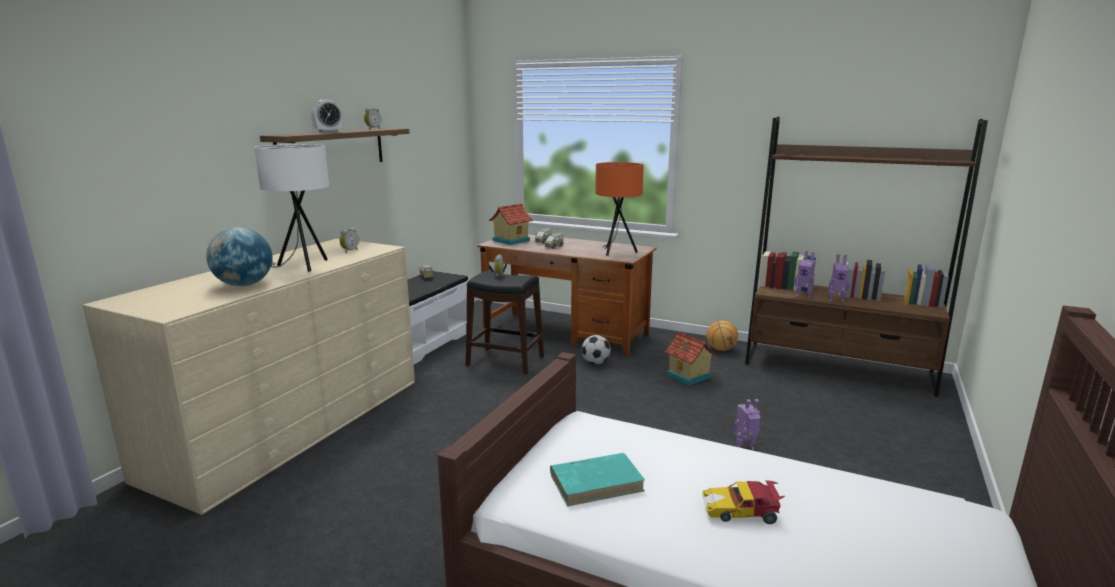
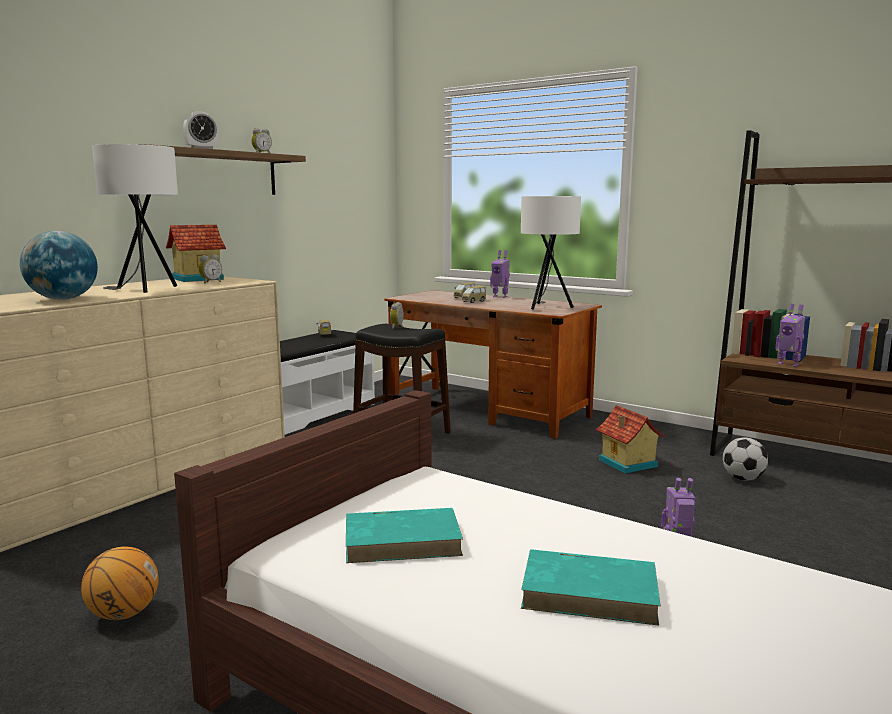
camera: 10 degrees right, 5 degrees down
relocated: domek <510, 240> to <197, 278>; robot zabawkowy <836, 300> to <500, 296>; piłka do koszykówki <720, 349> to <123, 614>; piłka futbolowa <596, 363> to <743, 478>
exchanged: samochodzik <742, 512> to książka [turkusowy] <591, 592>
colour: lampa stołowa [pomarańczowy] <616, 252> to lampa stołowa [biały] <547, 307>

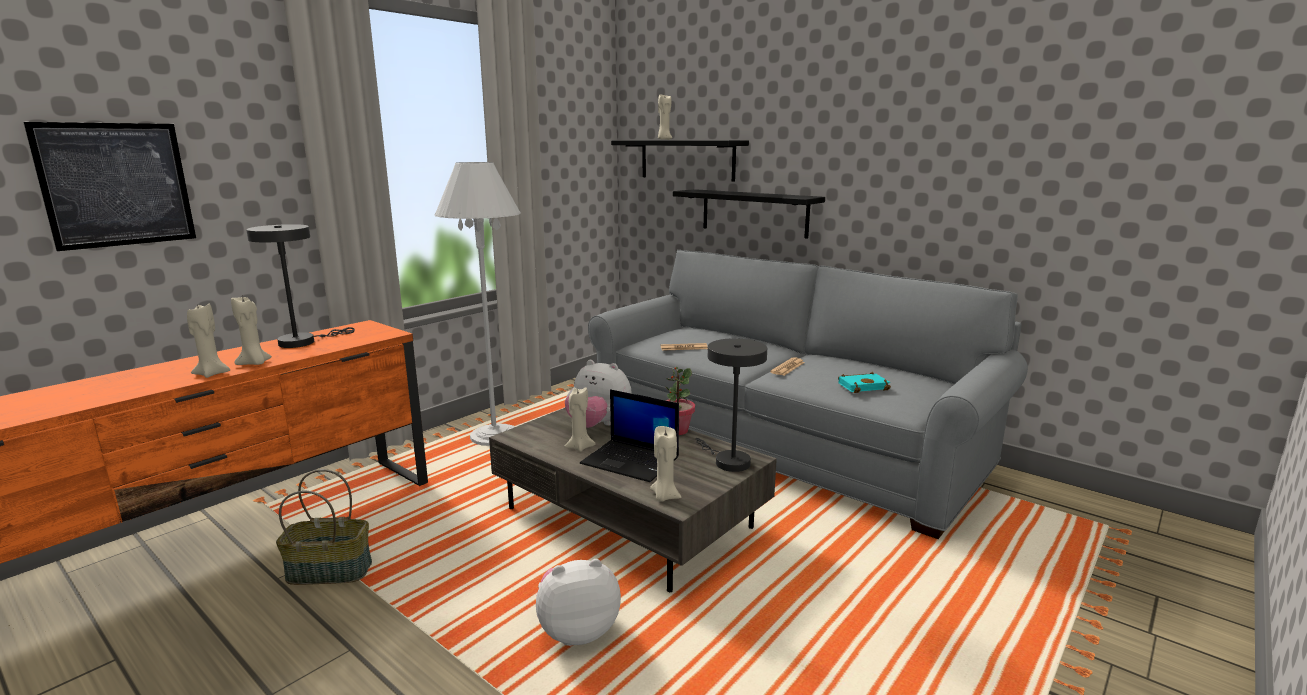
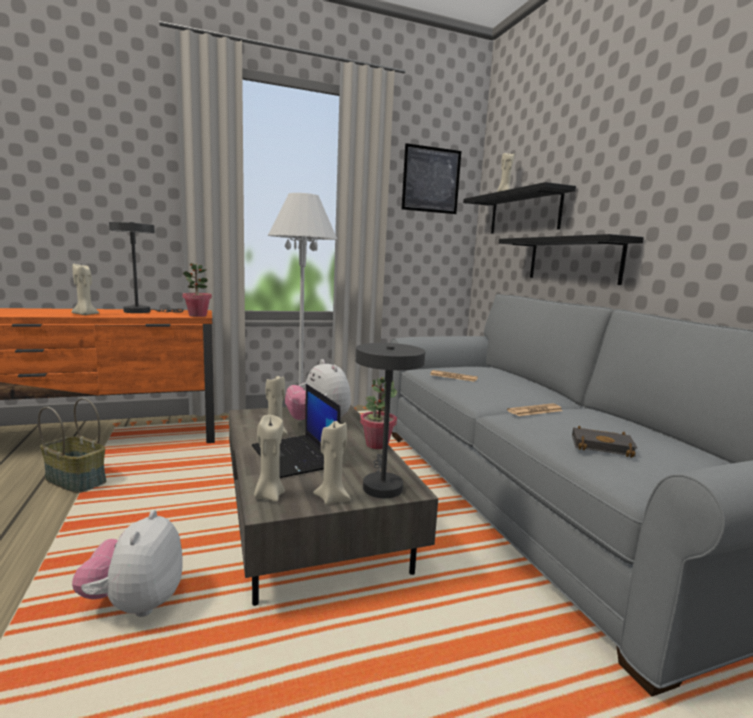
camera: 30 degrees right, 5 degrees down
appeared: roślina doniczkowa <197, 315>
relocated: obraz <116, 185> to <431, 180>; świeca [beżowy] <212, 374> to <332, 498>
colour: książka [turkusowy] <863, 386> to książka [czarny] <603, 446>
spun: pluszak <577, 630> = <135, 603> 105 degrees counterclockwise

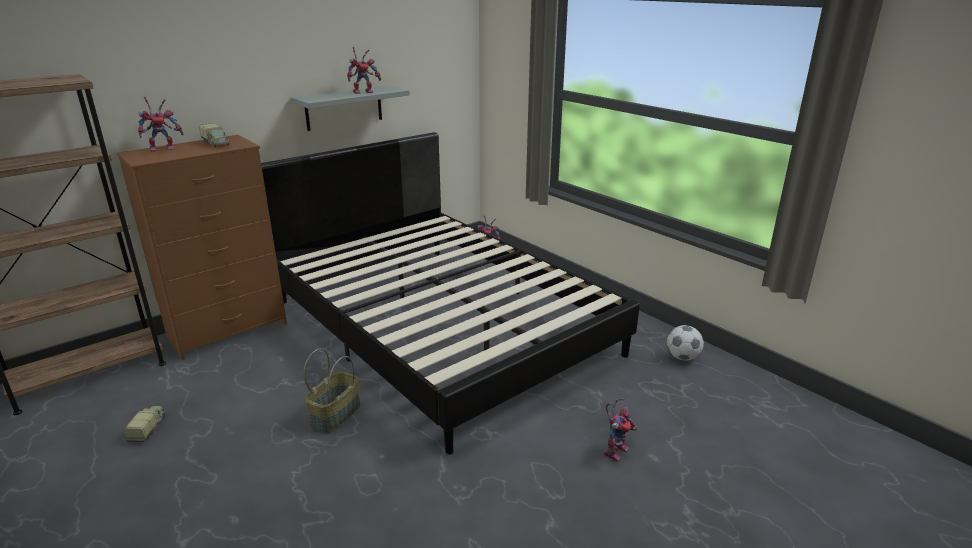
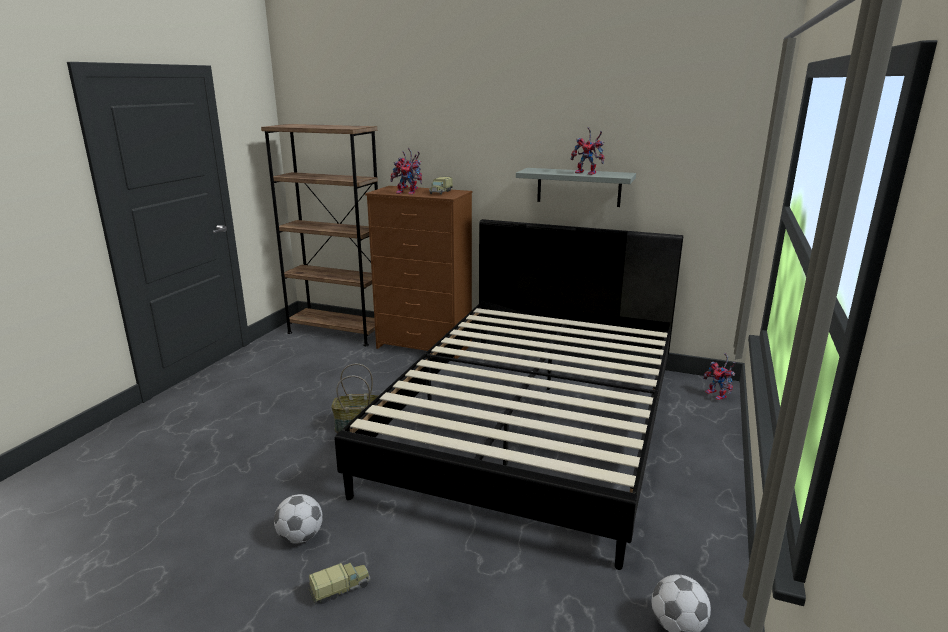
camera: 60 degrees right, 5 degrees down
appeared: piłka futbolowa <300, 537>
relocated: robot zabawkowy <615, 450> to <407, 193>; ciężarówka zabawkowa <148, 428> to <340, 589>

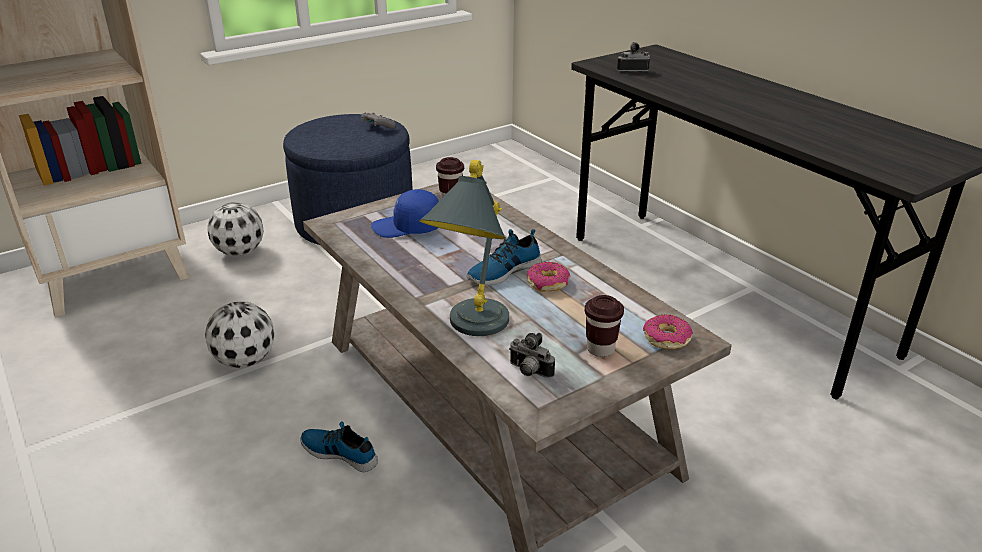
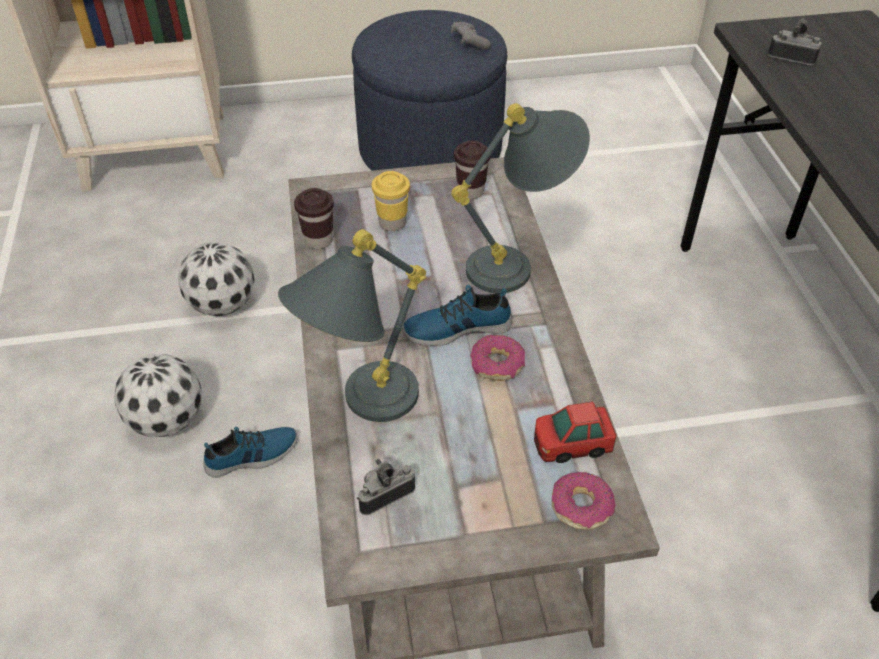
camera: 25 degrees right, 15 degrees up
appeared: lampa stołowa [szary] <520, 264>; samochodzik <571, 444>
relocated: piłka futbolowa <239, 252> to <167, 420>; filiżanka [brązowy] <600, 349> to <318, 241>
exchanged: czapka z daszkiem [niebieski] <407, 228> to filiżanka [żółty] <392, 223>
spun: aparat fotograficzny <529, 372> = <384, 494> 90 degrees clockwise; but <340, 452> = <252, 456> 105 degrees clockwise

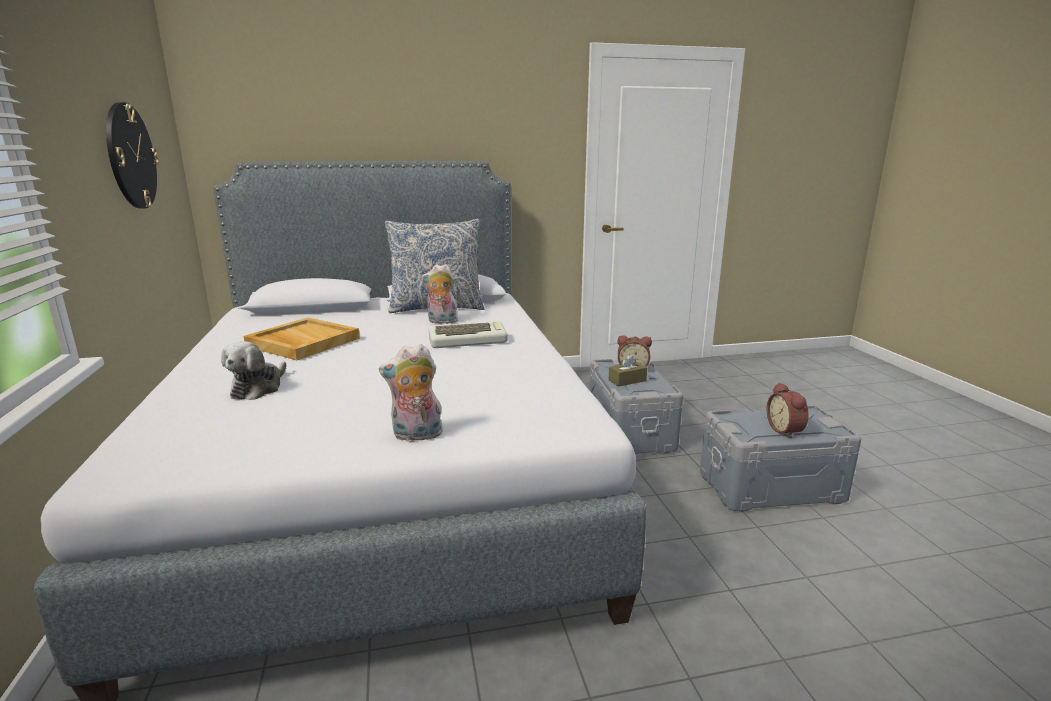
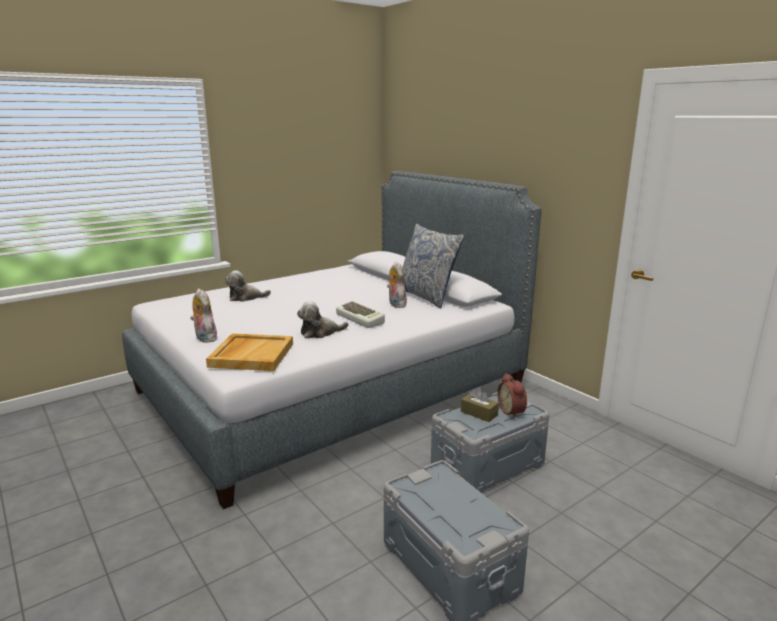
camera: 65 degrees right, 0 degrees up
missing: zegar ścienny <131, 156>; budzik <786, 430>
appeared: pluszak <320, 332>
relocated: taca [beżowy] <302, 342> to <251, 355>

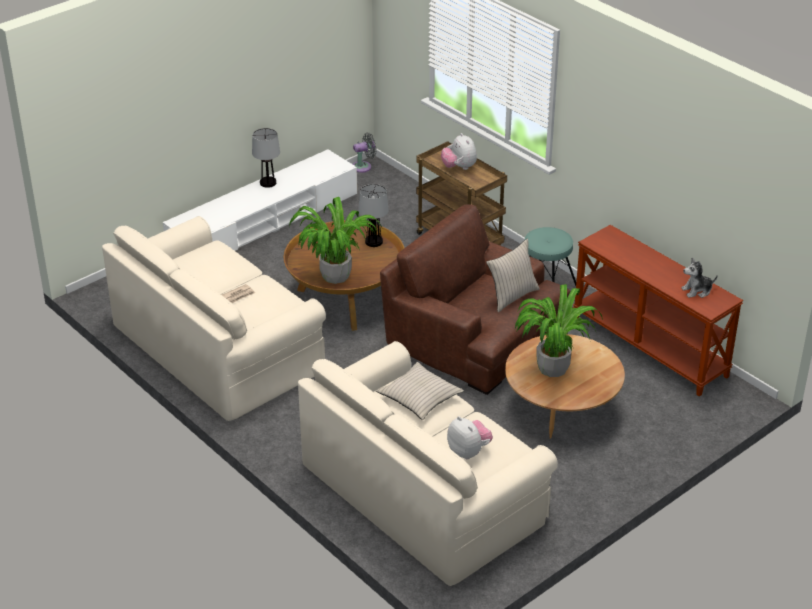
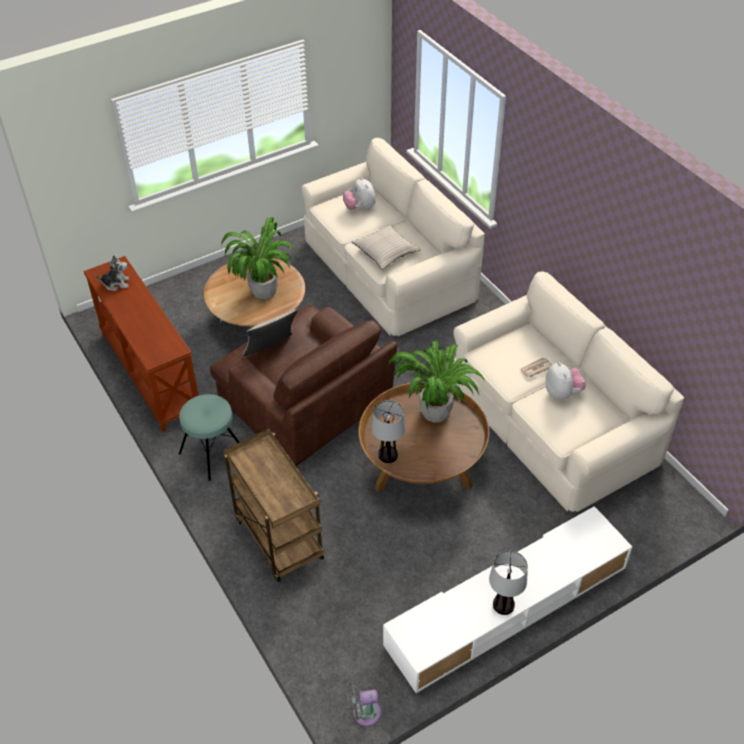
camera: 170 degrees left, 10 degrees up
relocated: pluszak <459, 167> to <562, 393>

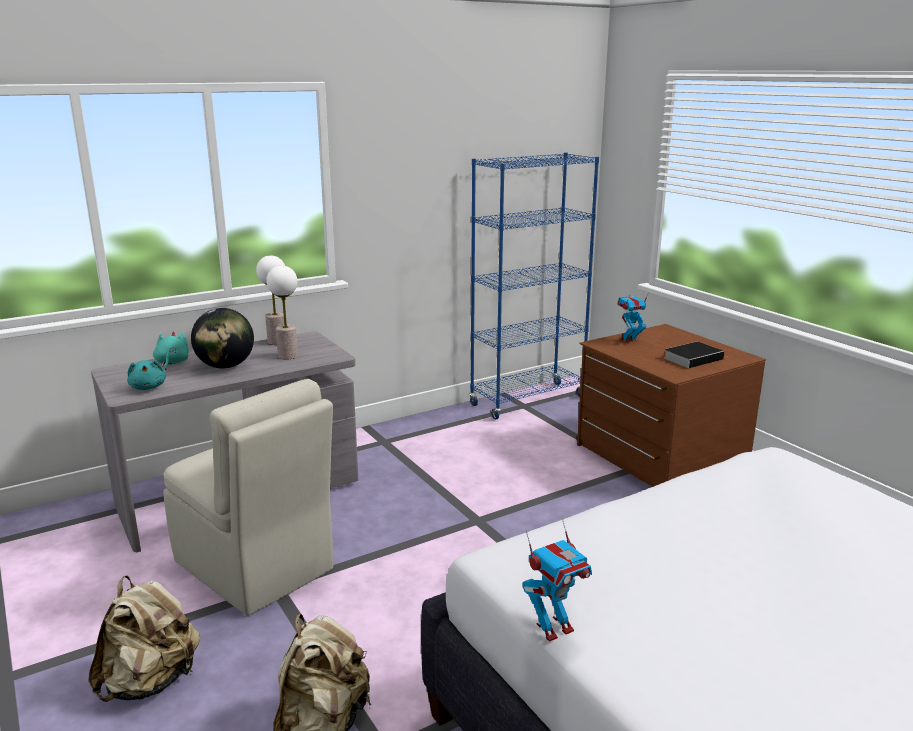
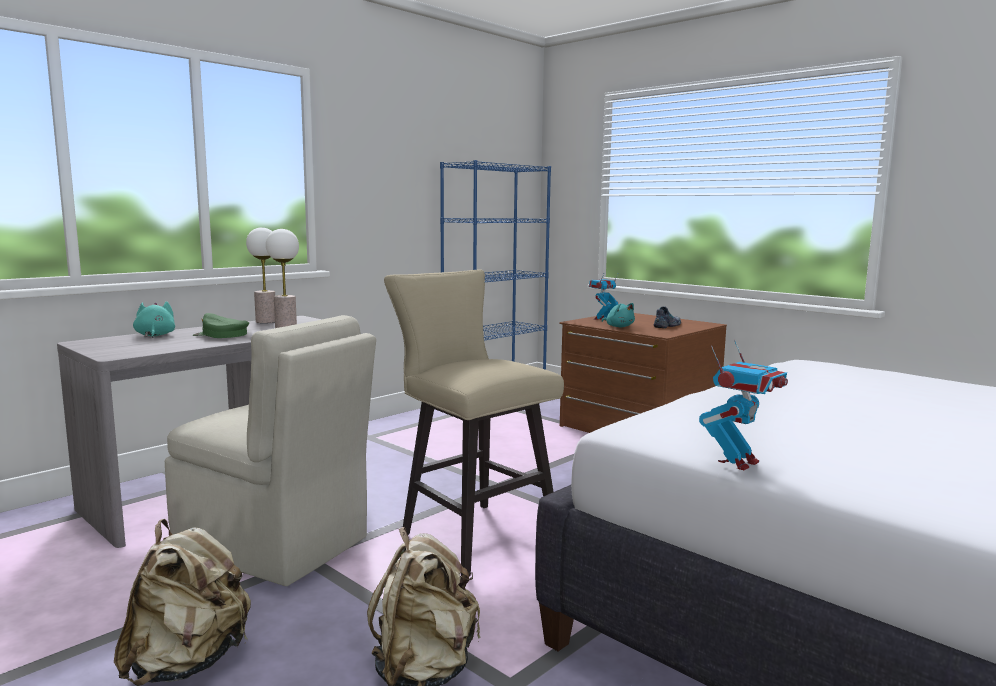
camera: 15 degrees left, 10 degrees down
appeared: stołek [beżowy] <471, 533>
relocated: pluszak [turkusowy] <148, 387> to <619, 327>
exchanged: globus <225, 366> to czapka z daszkiem [zielony] <221, 335>; książka <694, 358> to but <668, 326>

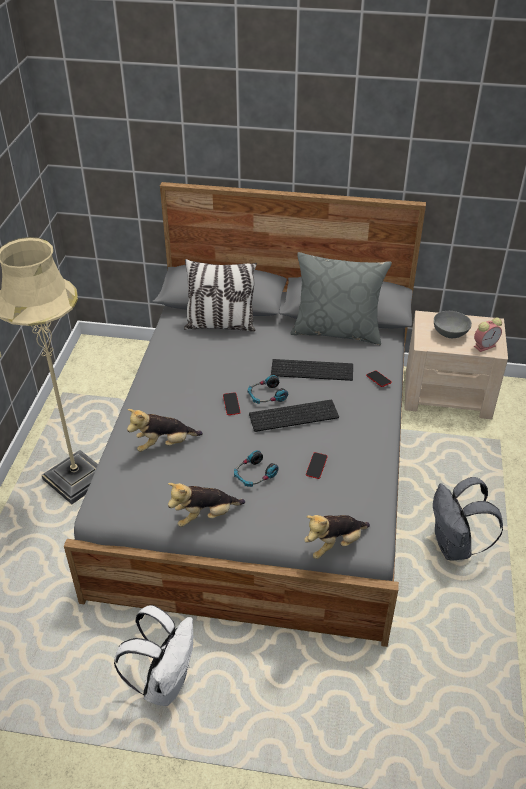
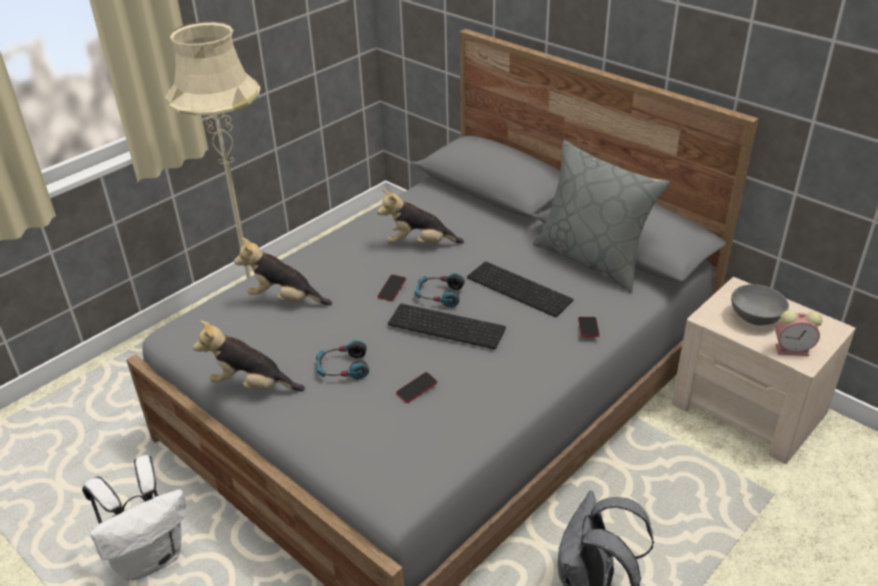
camera: 35 degrees right, 5 degrees down
missing: poduszka <220, 325>
relocated: pluszak <334, 544> to <419, 244>

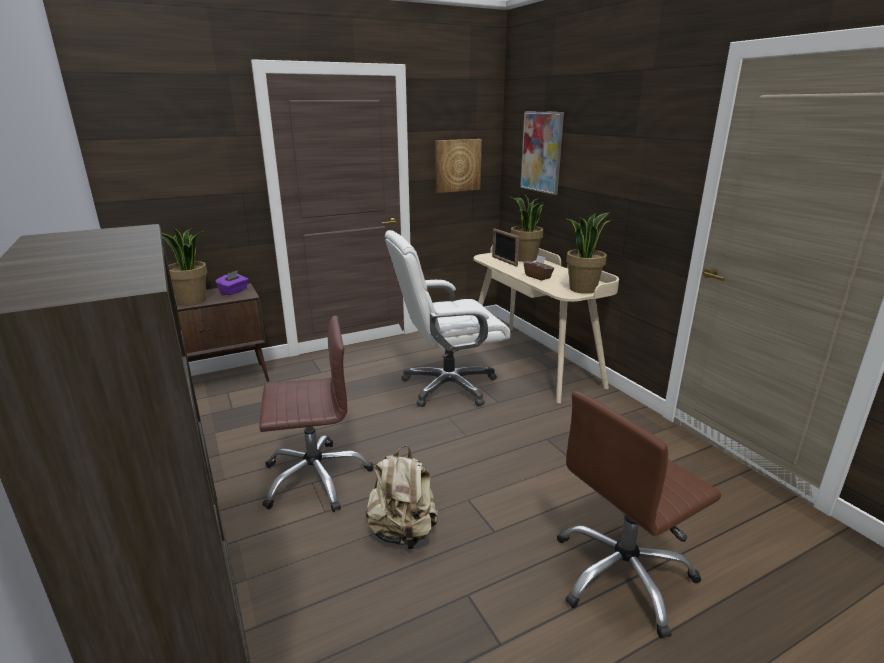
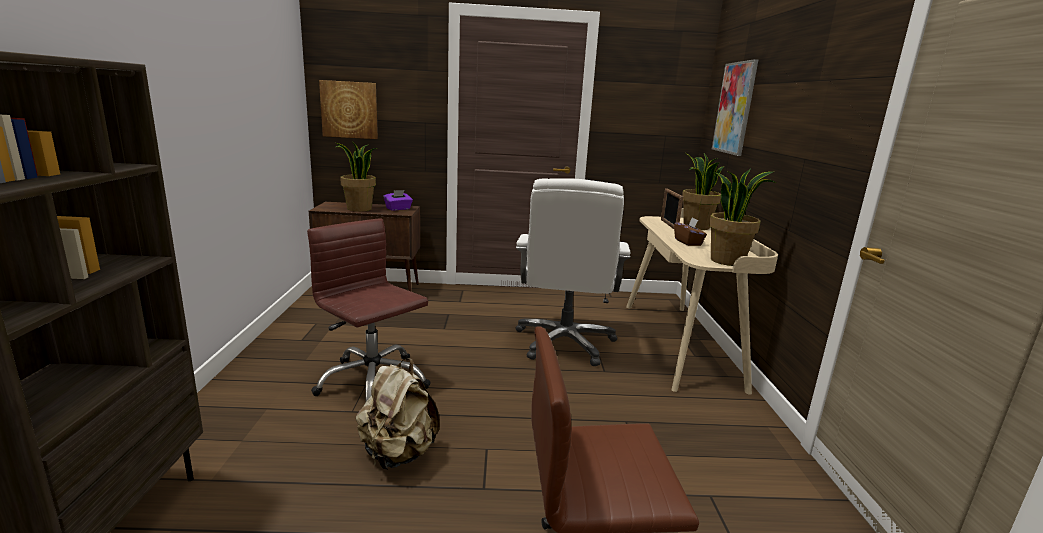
camera: 25 degrees right, 5 degrees down
relocated: obraz <457, 165> to <349, 109>
spun: krzesło biurowe [biały] <448, 386> = <565, 343> 90 degrees counterclockwise; krzesło biurowe [brązowy] <315, 477> = <372, 382> 150 degrees counterclockwise

